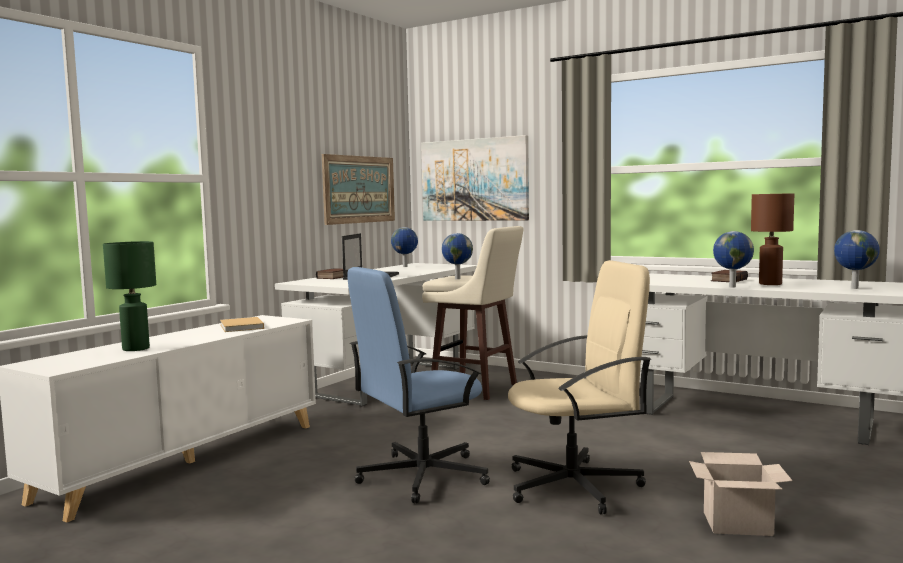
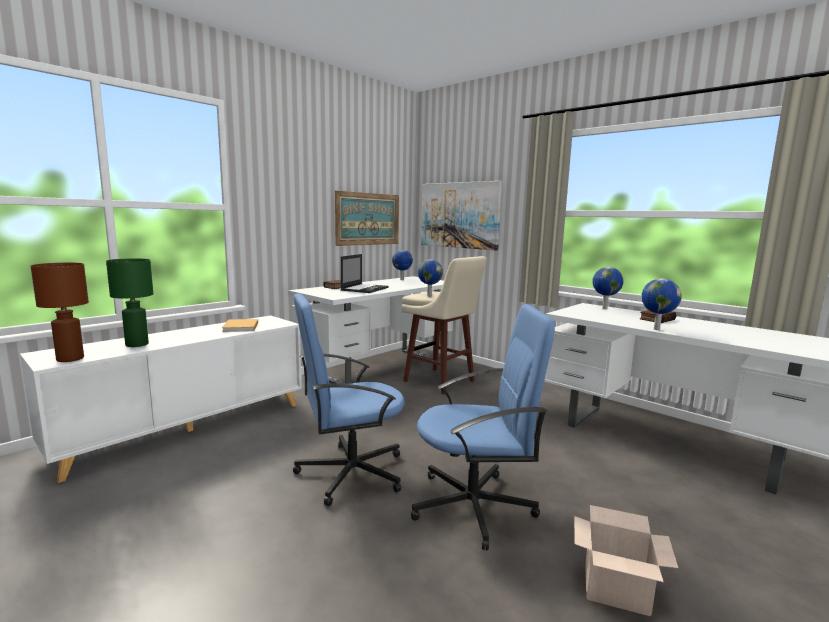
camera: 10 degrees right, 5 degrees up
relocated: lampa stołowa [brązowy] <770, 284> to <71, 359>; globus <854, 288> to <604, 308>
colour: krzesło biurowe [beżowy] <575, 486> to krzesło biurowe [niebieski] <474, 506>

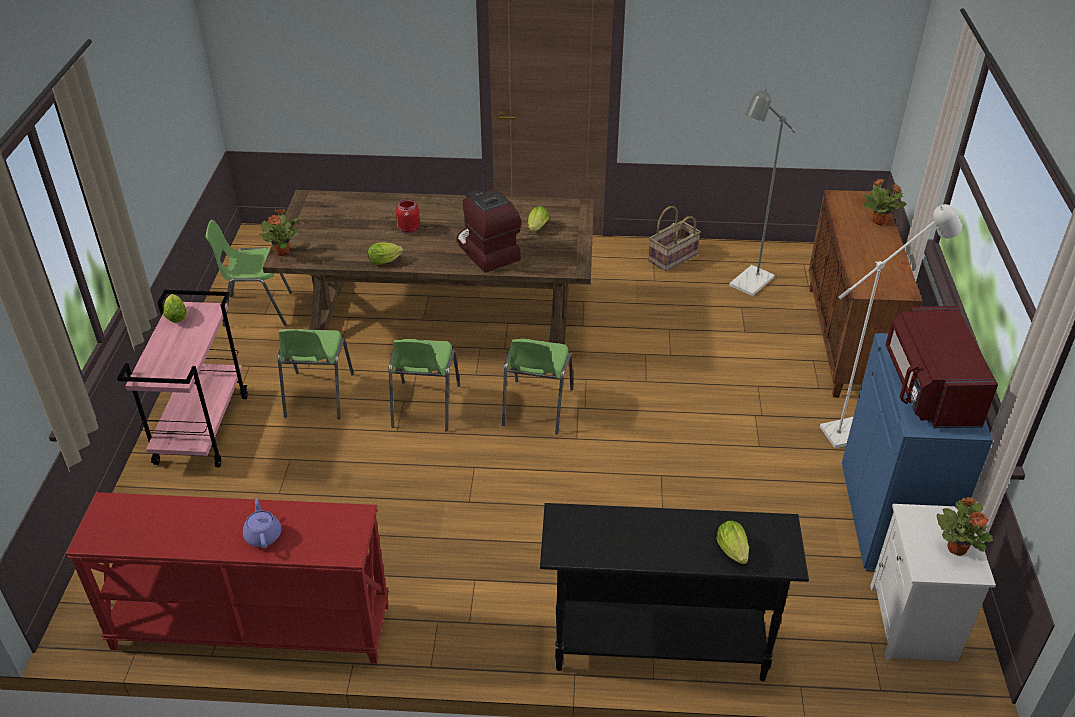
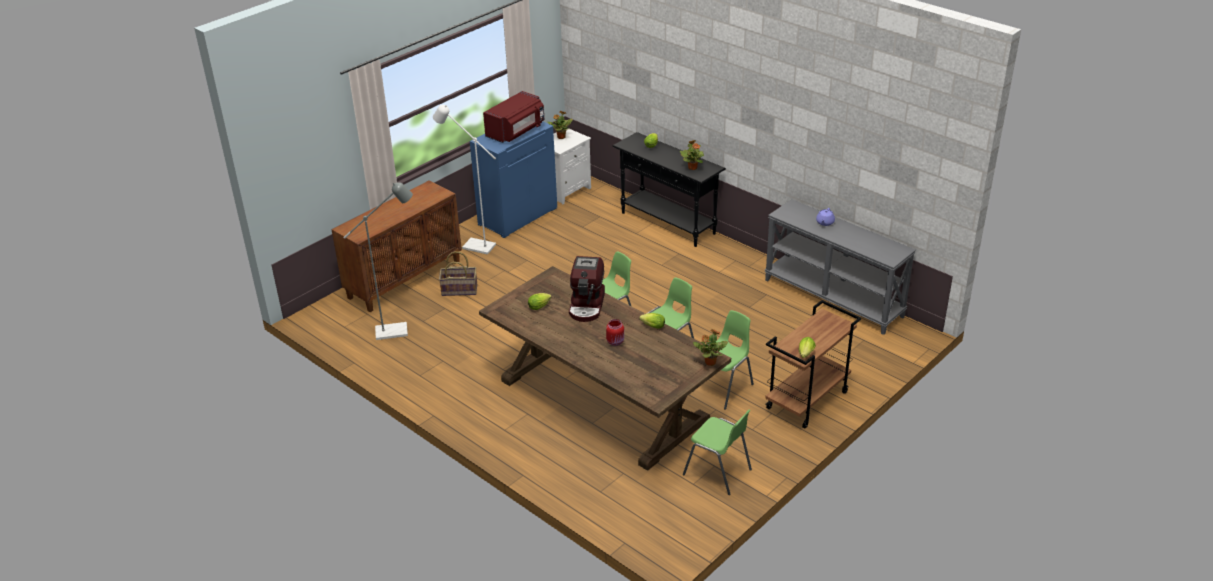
camera: 140 degrees left, 5 degrees down
relocated: roślina doniczkowa <880, 222> to <692, 167>; koszyk <673, 258> to <459, 289>
colour: wózek [różowy] <202, 428> to wózek [brązowy] <807, 401>; stolik konsolowy [czerwony] <250, 628> to stolik konsolowy [szary] <834, 298>

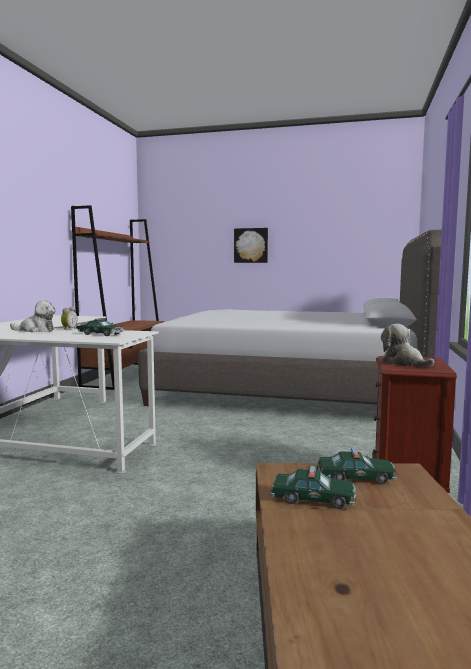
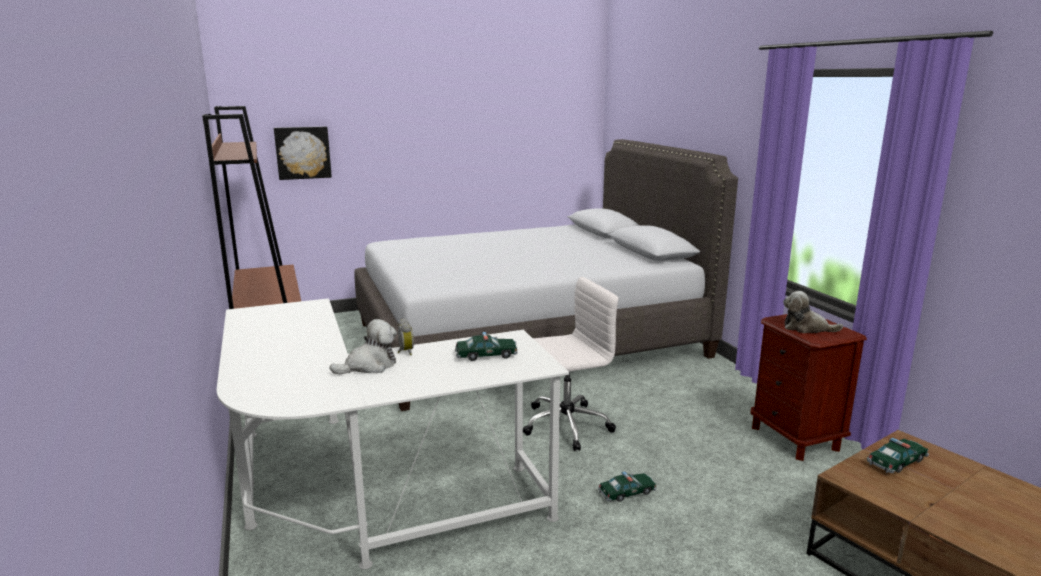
camera: 35 degrees left, 10 degrees up
appeared: krzesło biurowe [biały] <564, 425>
relocated: obraz <251, 245> to <303, 152>; samochodzik <313, 499> to <627, 492>

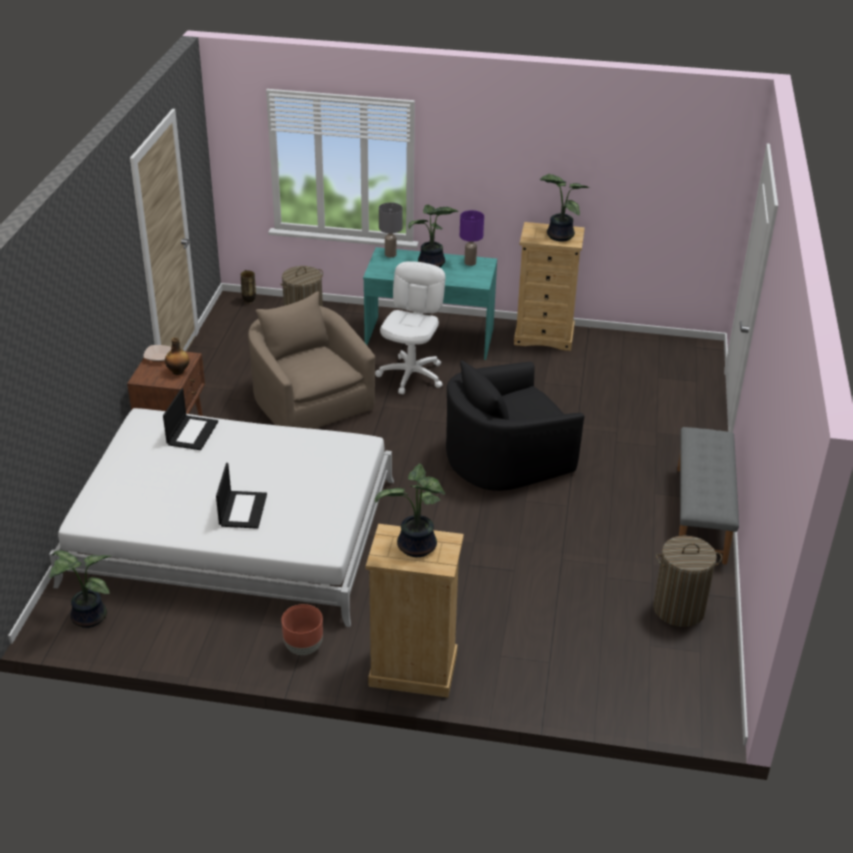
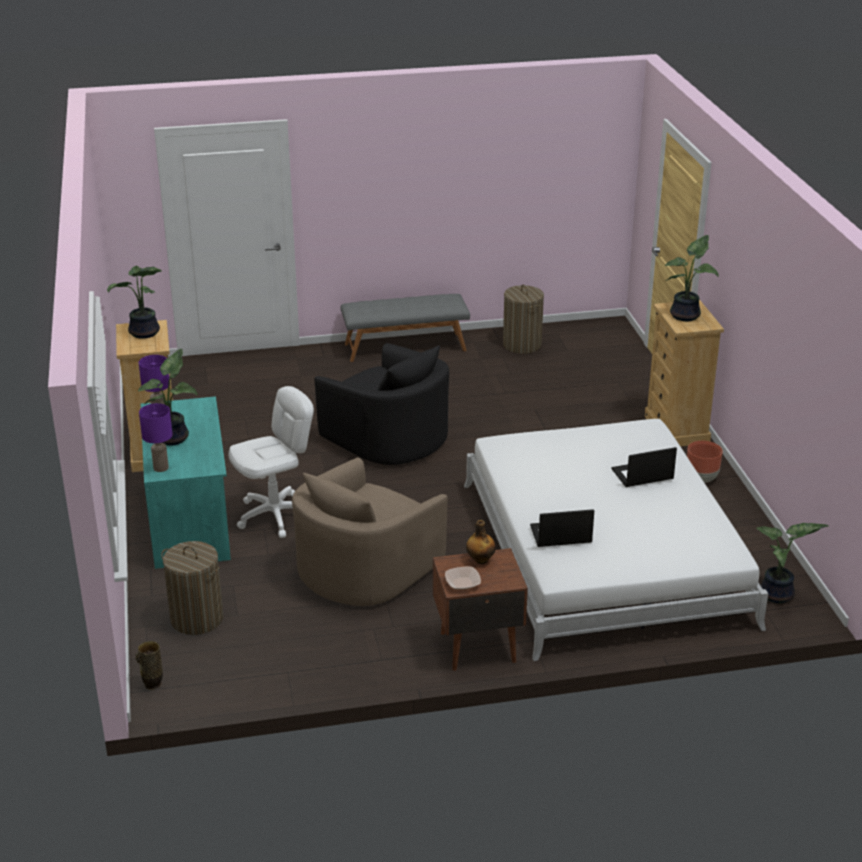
camera: 110 degrees left, 5 degrees down
colour: lampa stołowa [szary] <390, 254> to lampa stołowa [fioletowy] <160, 468>
spun: krzesło biurowe [biały] <411, 375> = <275, 515> 150 degrees clockwise

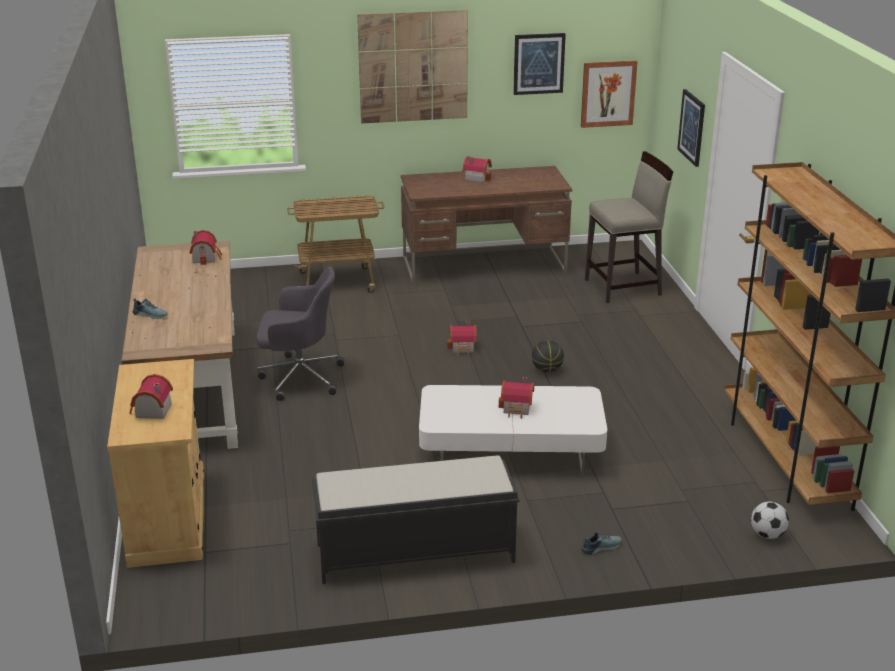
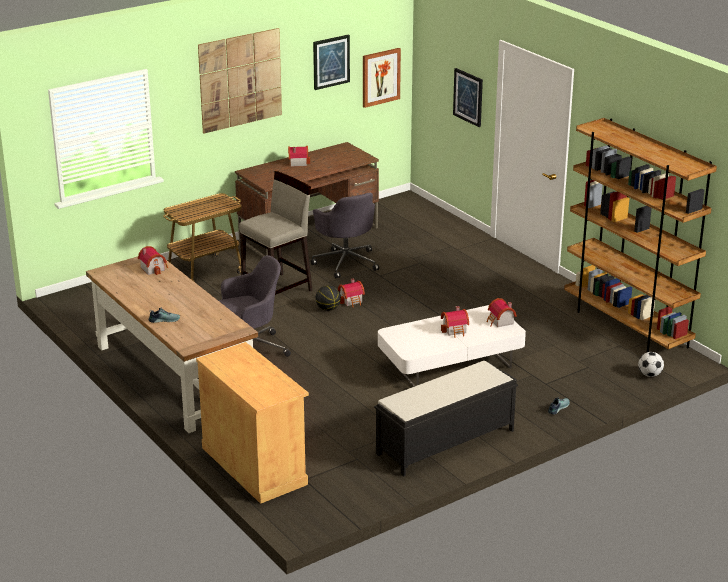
camera: 25 degrees left, 0 degrees up
appeared: krzesło biurowe [szary] <346, 262>
relocated: stołek [beżowy] <623, 287> to <278, 290>; piłka do koszykówki <546, 370> to <328, 309>; domek <151, 411> to <500, 322>

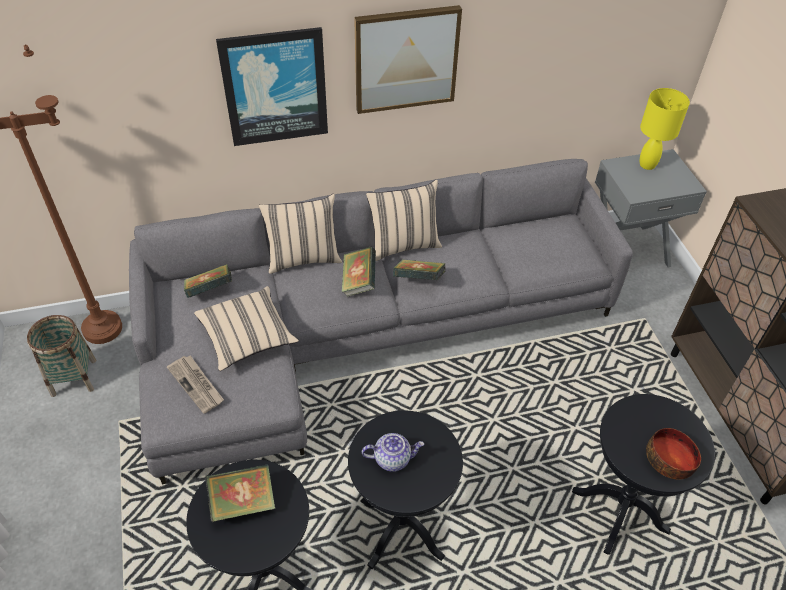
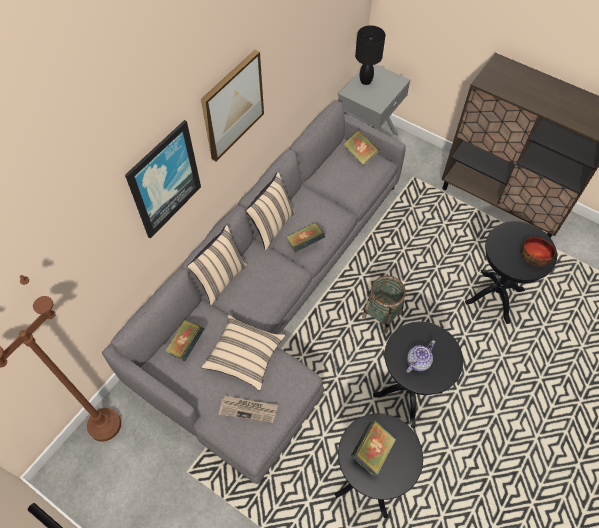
camera: 40 degrees left, 10 degrees up
relocated: książka <359, 282> to <360, 155>; koszyk <73, 377> to <381, 315>
colour: lampa stołowa [żółty] <647, 164> to lampa stołowa [czarny] <365, 80>

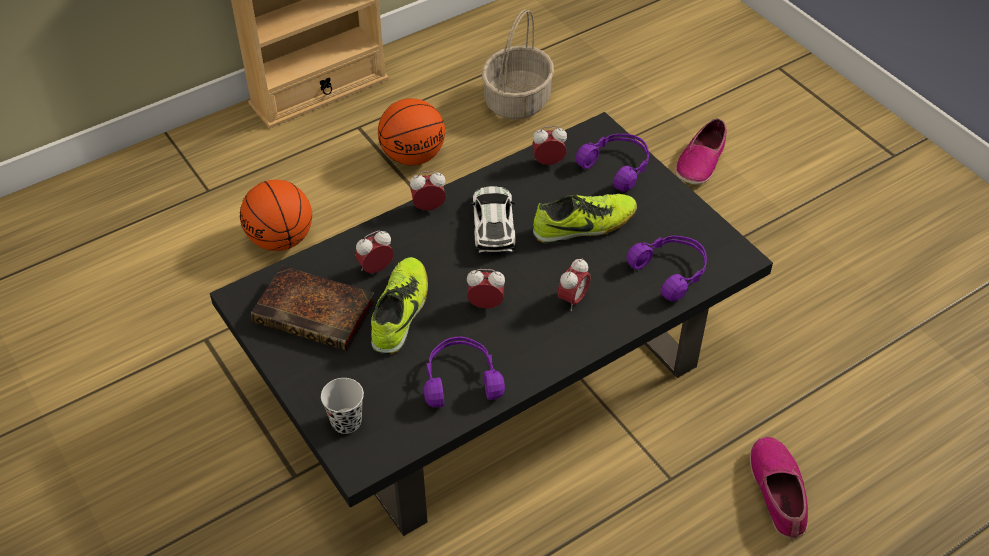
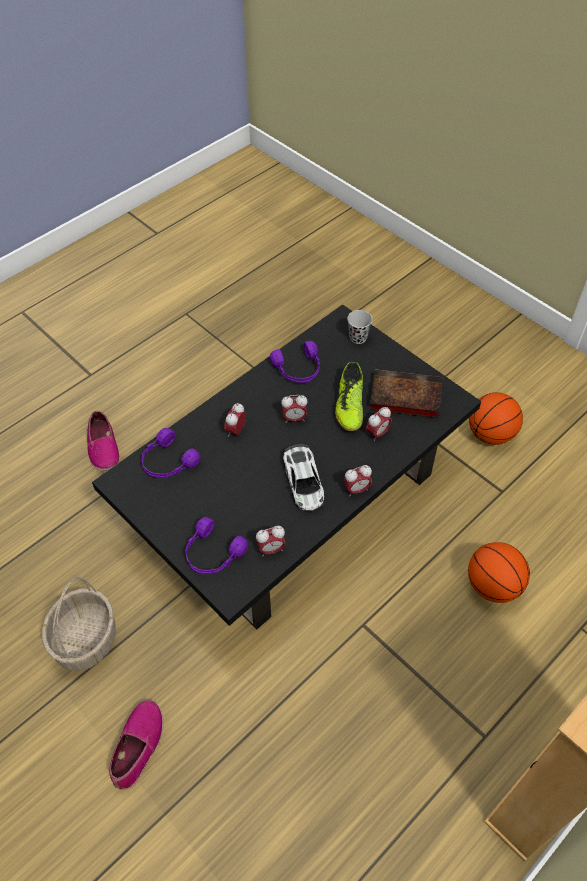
camera: 170 degrees right, 5 degrees up
missing: but <584, 226>
relocated: koszyk <517, 100> to <86, 640>; piłka do koszykówki <413, 156> to <490, 434>

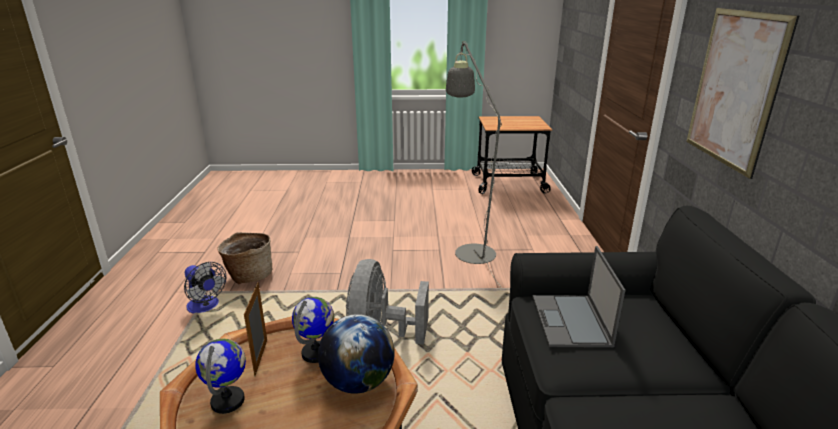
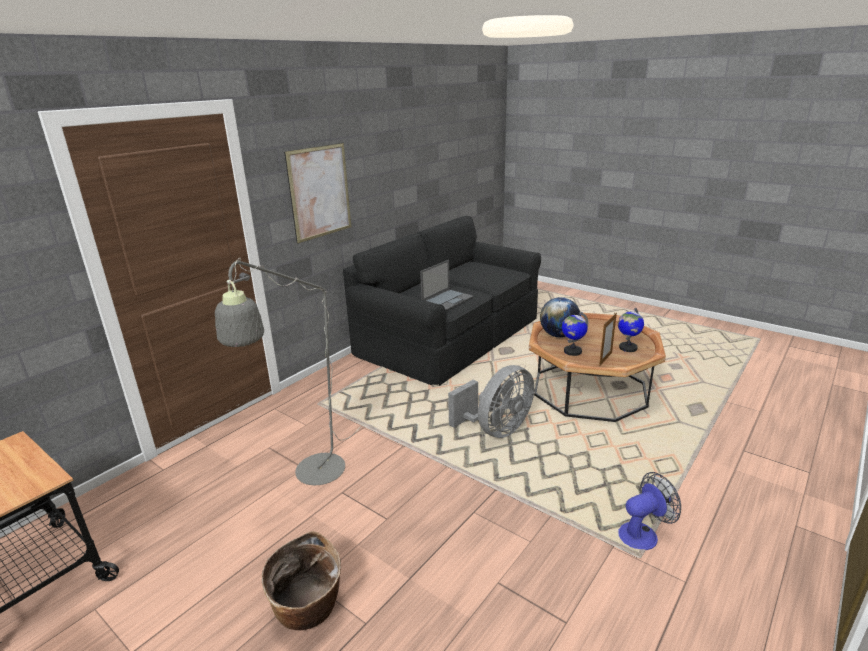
camera: 140 degrees left, 0 degrees up
relocated: koszyk <249, 275> to <308, 610>
spun: wentylator <206, 307> = <643, 533> 75 degrees clockwise

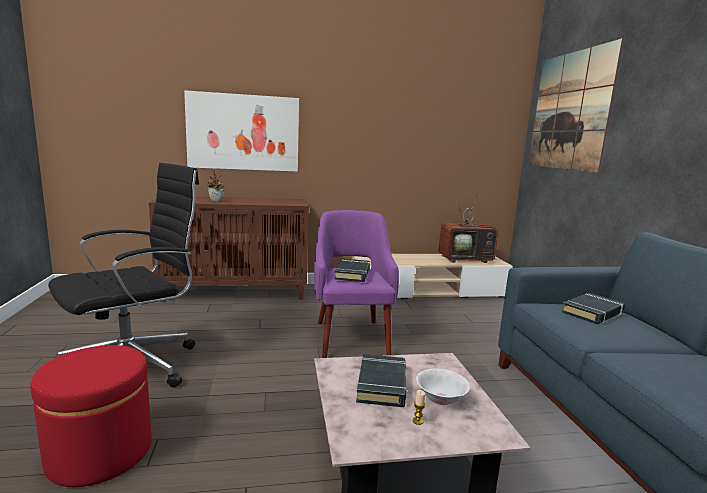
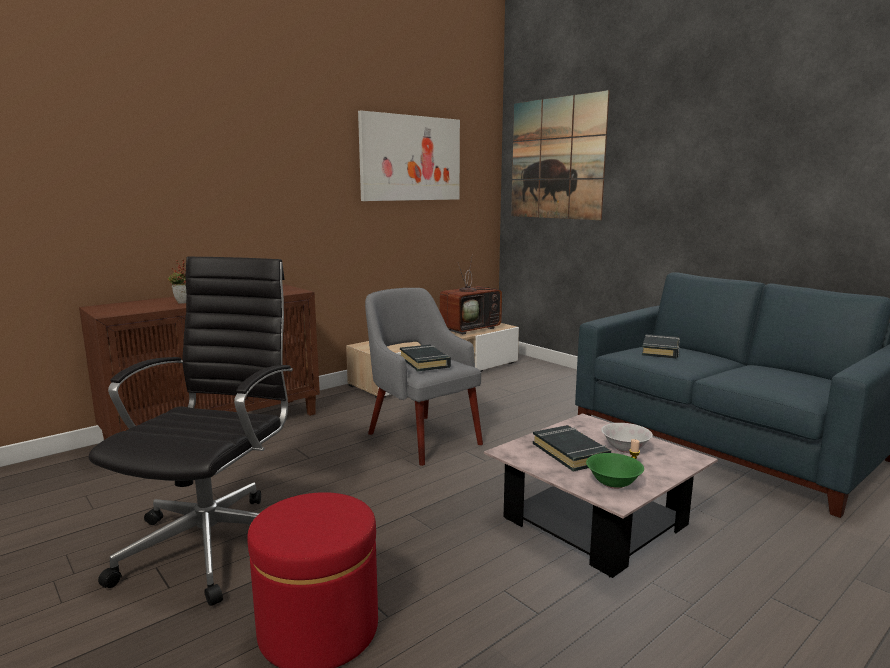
camera: 30 degrees left, 0 degrees up
appeared: miska [zielony] <613, 483>
relocated: obraz <243, 132> to <411, 158>
colour: fotel [fioletowy] <351, 337> to fotel [szary] <421, 437>

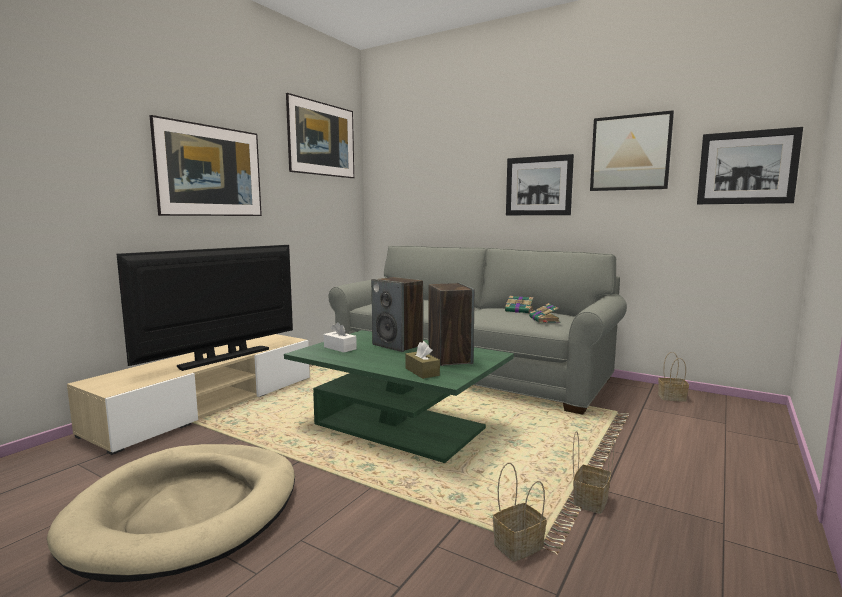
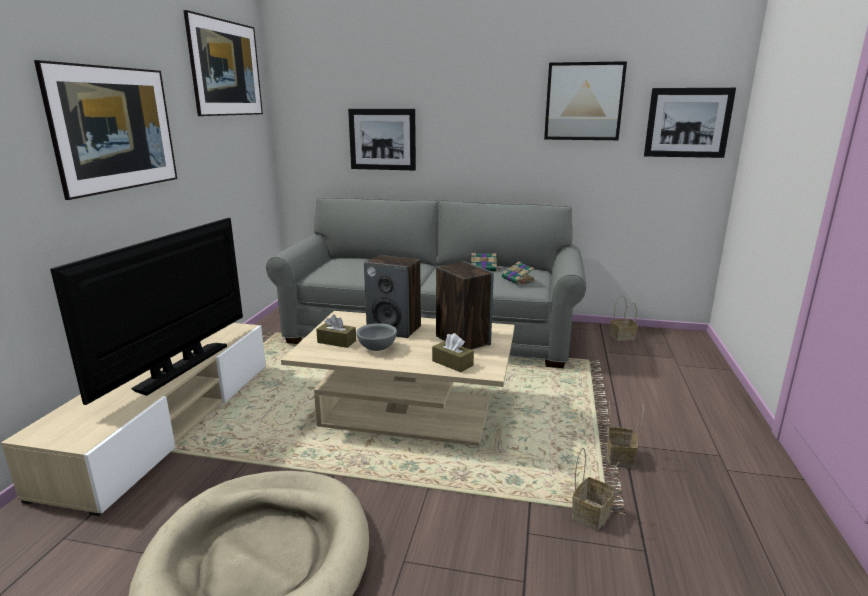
camera: 20 degrees left, 10 degrees up
appeared: miska [szary] <377, 349>
relocated: obraz <538, 186> to <382, 139>
colour: pudełko chusteczek [biały] <340, 348> to pudełko chusteczek [brązowy] <337, 341>; ława [zielony] <399, 427> to ława [beżowy] <407, 413>

